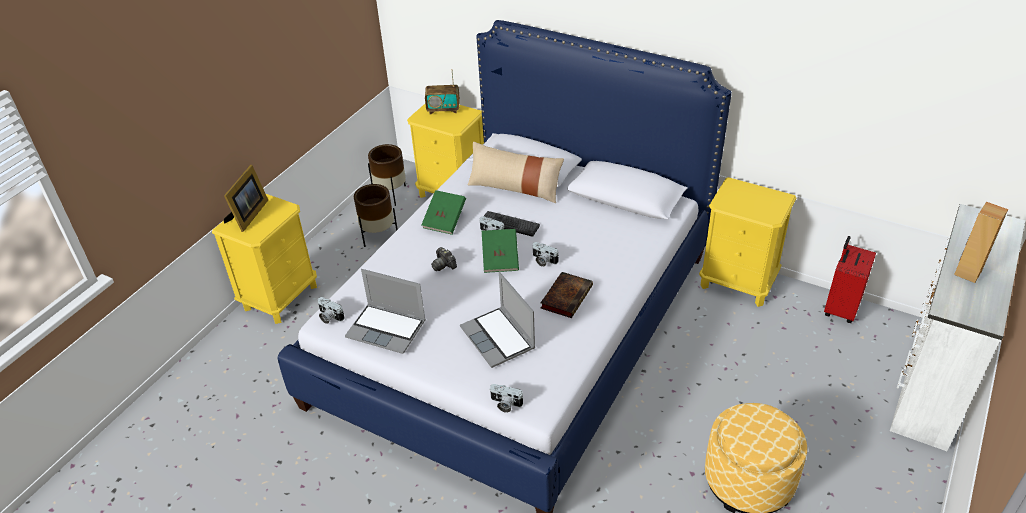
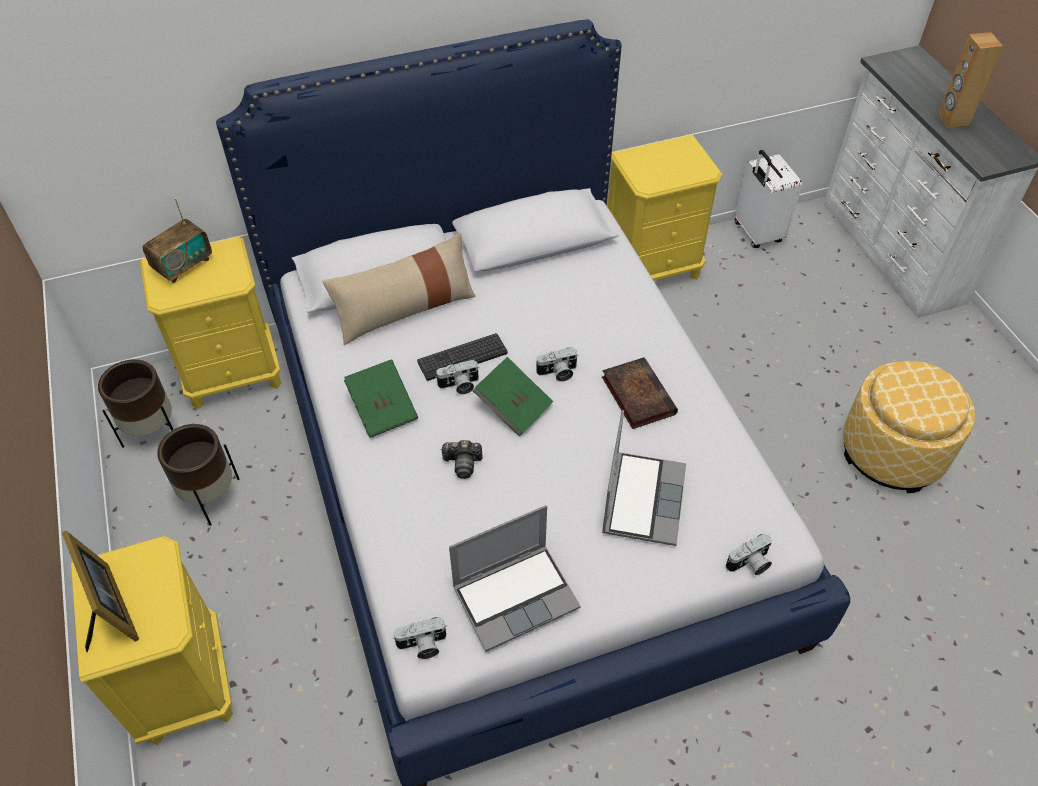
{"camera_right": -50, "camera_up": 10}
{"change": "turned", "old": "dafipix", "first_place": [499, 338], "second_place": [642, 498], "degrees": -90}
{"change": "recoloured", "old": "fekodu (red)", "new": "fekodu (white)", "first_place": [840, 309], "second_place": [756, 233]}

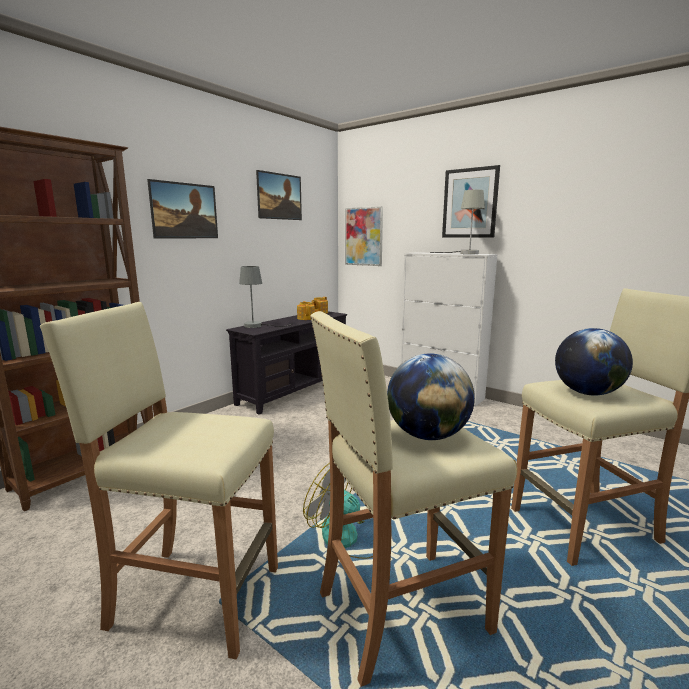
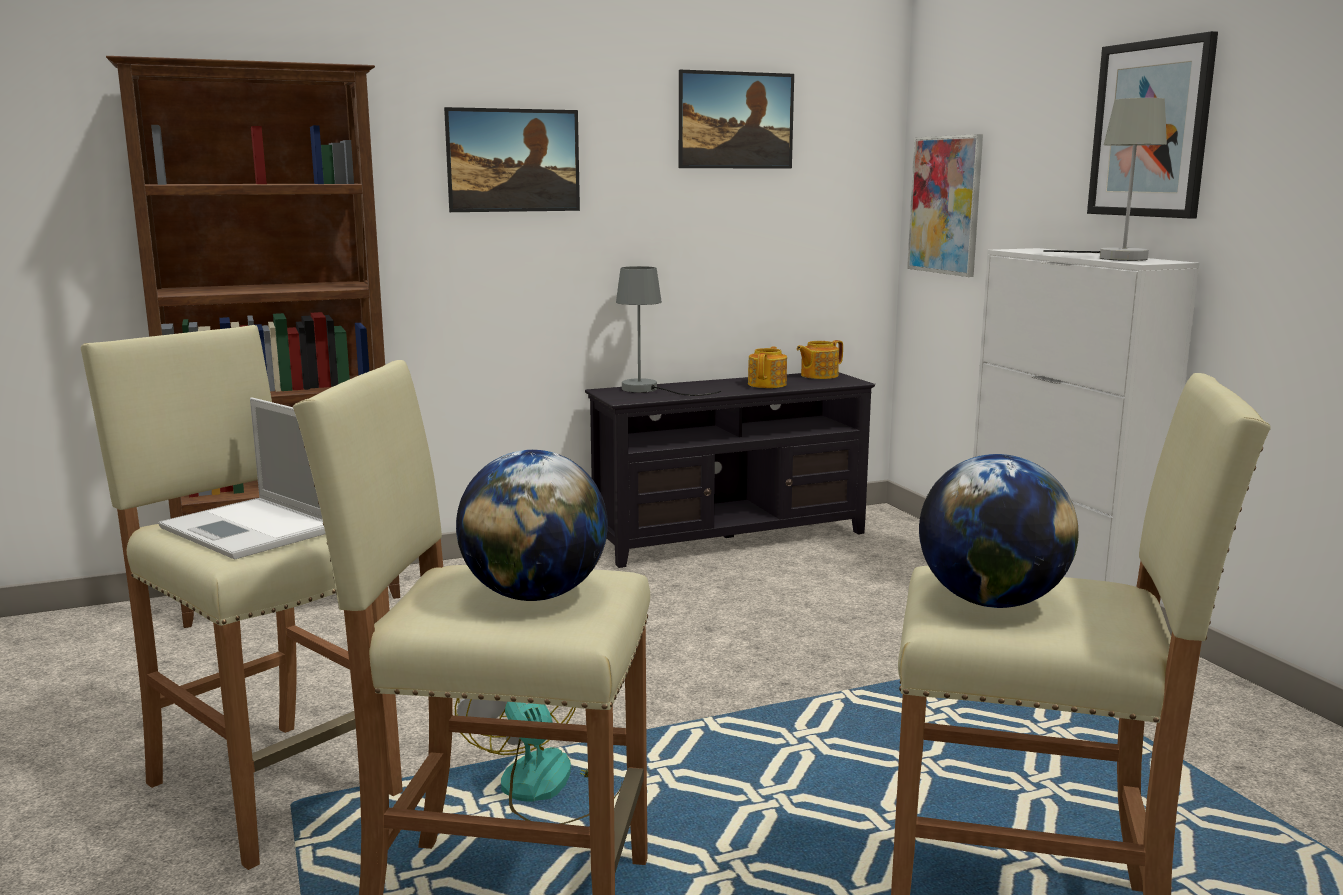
{"camera_right": 30, "camera_up": 0}
{"change": "added", "new": "dafipix", "second_place": [253, 529]}

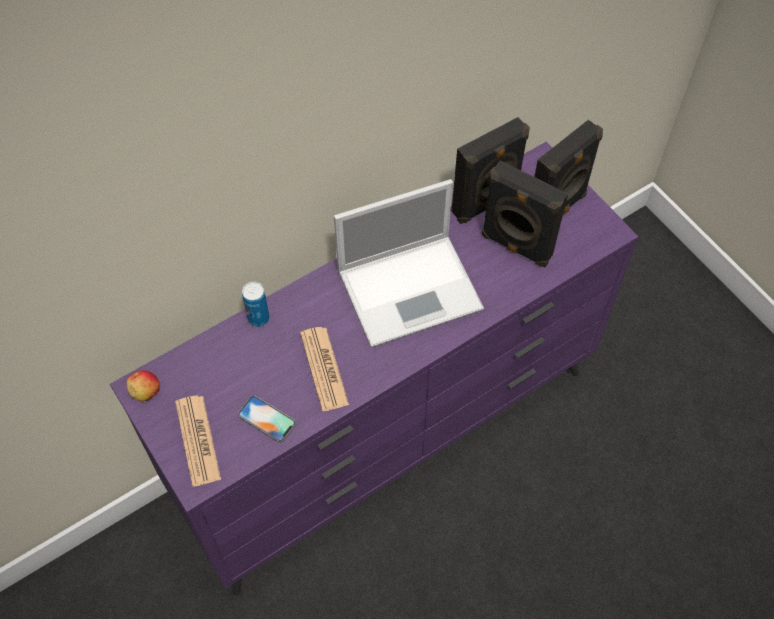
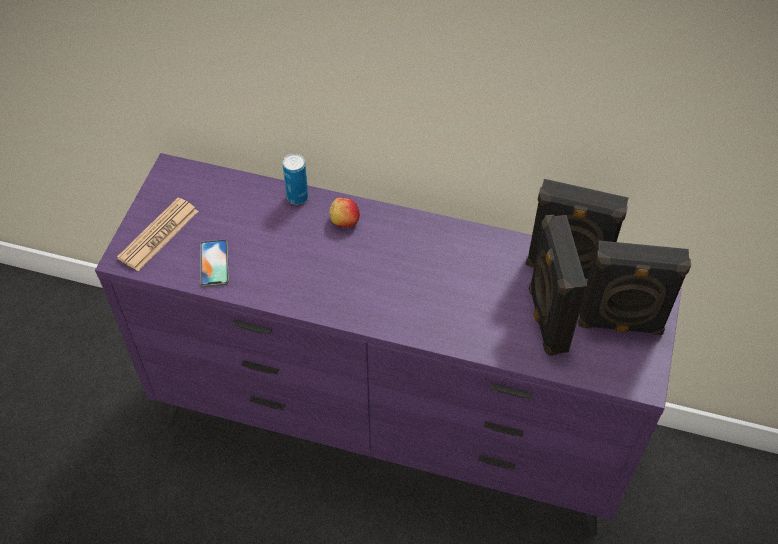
{"camera_right": 50, "camera_up": -5}
{"change": "moved", "old": "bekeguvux", "first_place": [145, 391], "second_place": [344, 220]}
{"change": "removed", "old": "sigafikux", "first_place": [324, 369]}
{"change": "removed", "old": "dafipix", "first_place": [412, 288]}

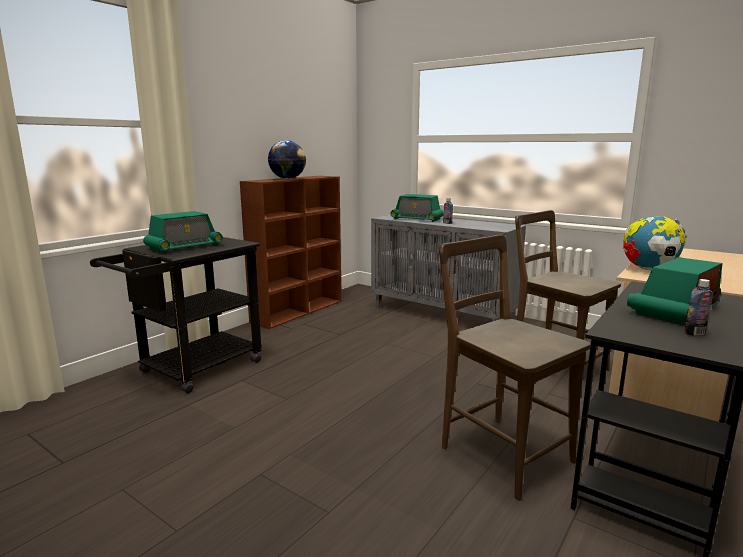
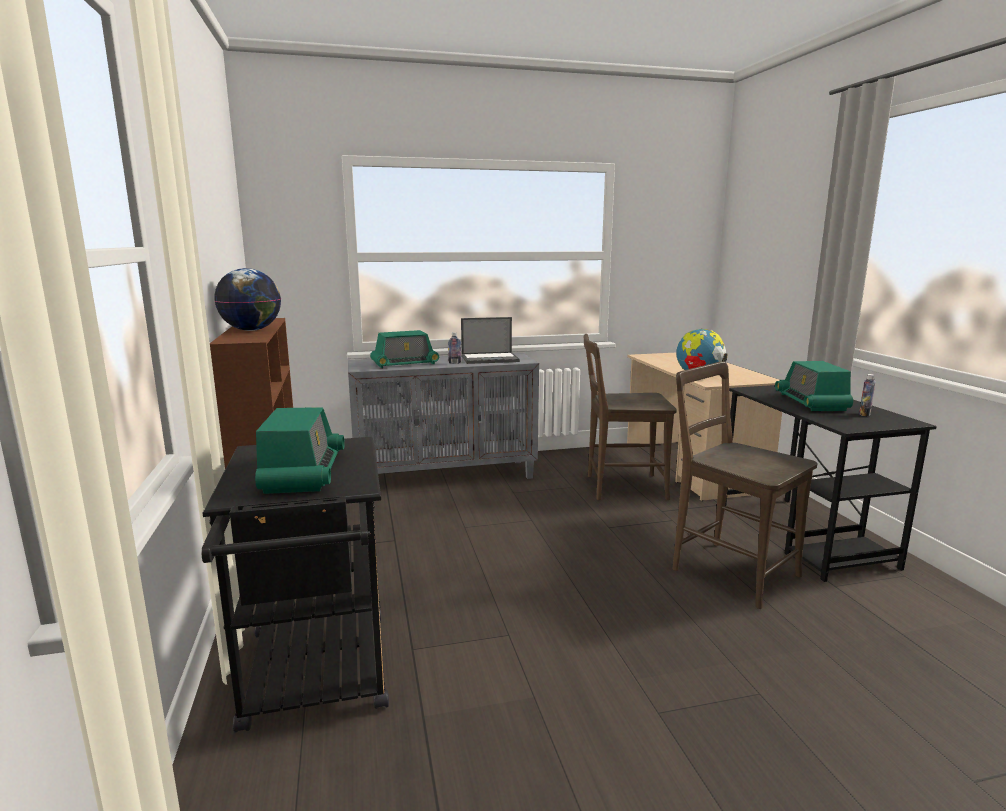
{"camera_right": -50, "camera_up": 0}
{"change": "added", "new": "dafipix", "second_place": [490, 358]}
{"change": "turned", "old": "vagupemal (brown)", "first_place": [500, 451], "second_place": [729, 570], "degrees": 45}

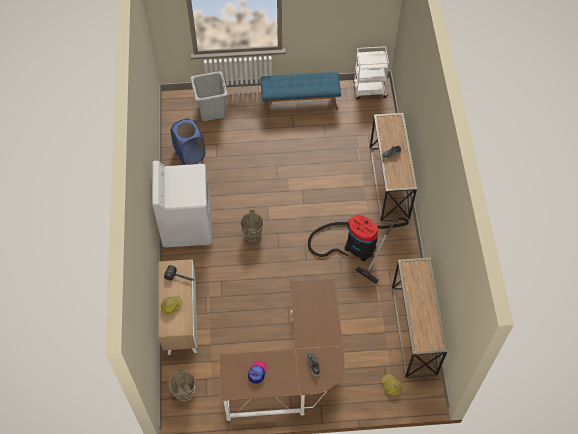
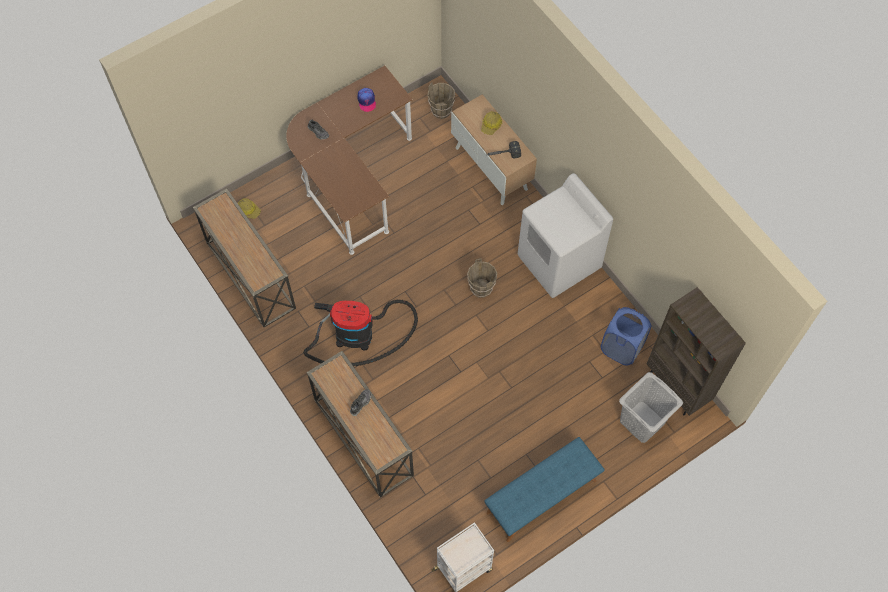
{"camera_right": 150, "camera_up": 5}
{"change": "added", "new": "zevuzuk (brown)", "second_place": [677, 387]}

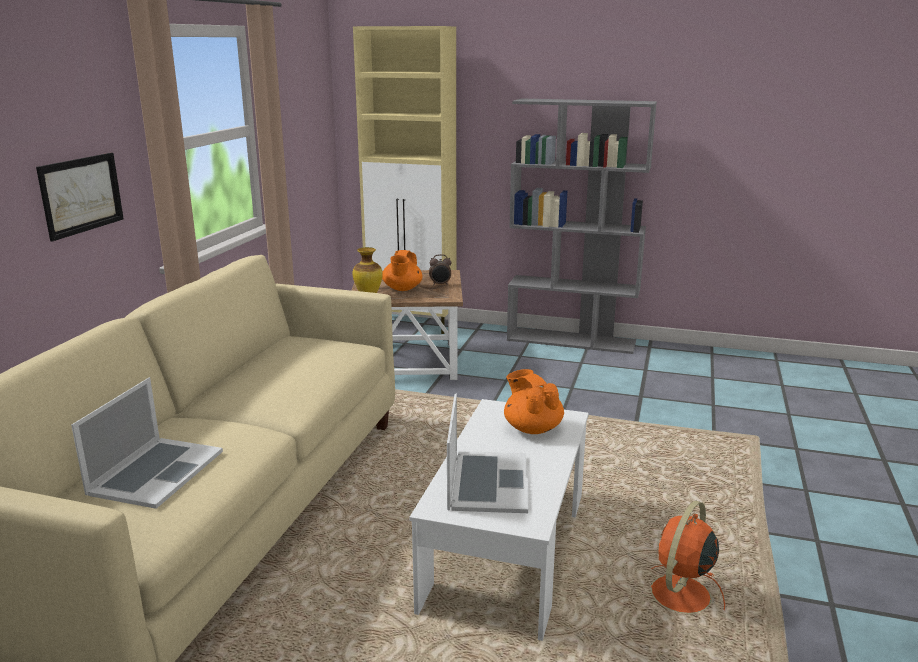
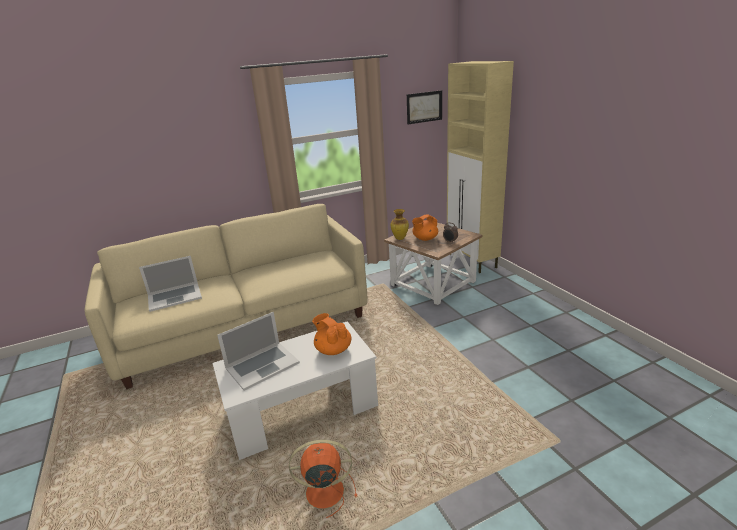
{"camera_right": 50, "camera_up": 5}
{"change": "turned", "old": "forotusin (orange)", "first_place": [532, 428], "second_place": [333, 349], "degrees": -60}
{"change": "moved", "old": "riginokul", "first_place": [81, 195], "second_place": [424, 107]}
{"change": "removed", "old": "zevuzuk (grey)", "first_place": [572, 340]}

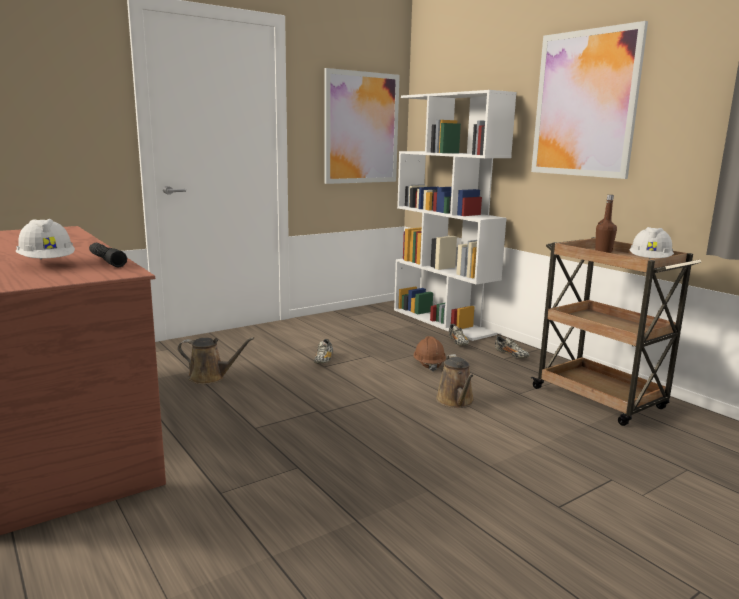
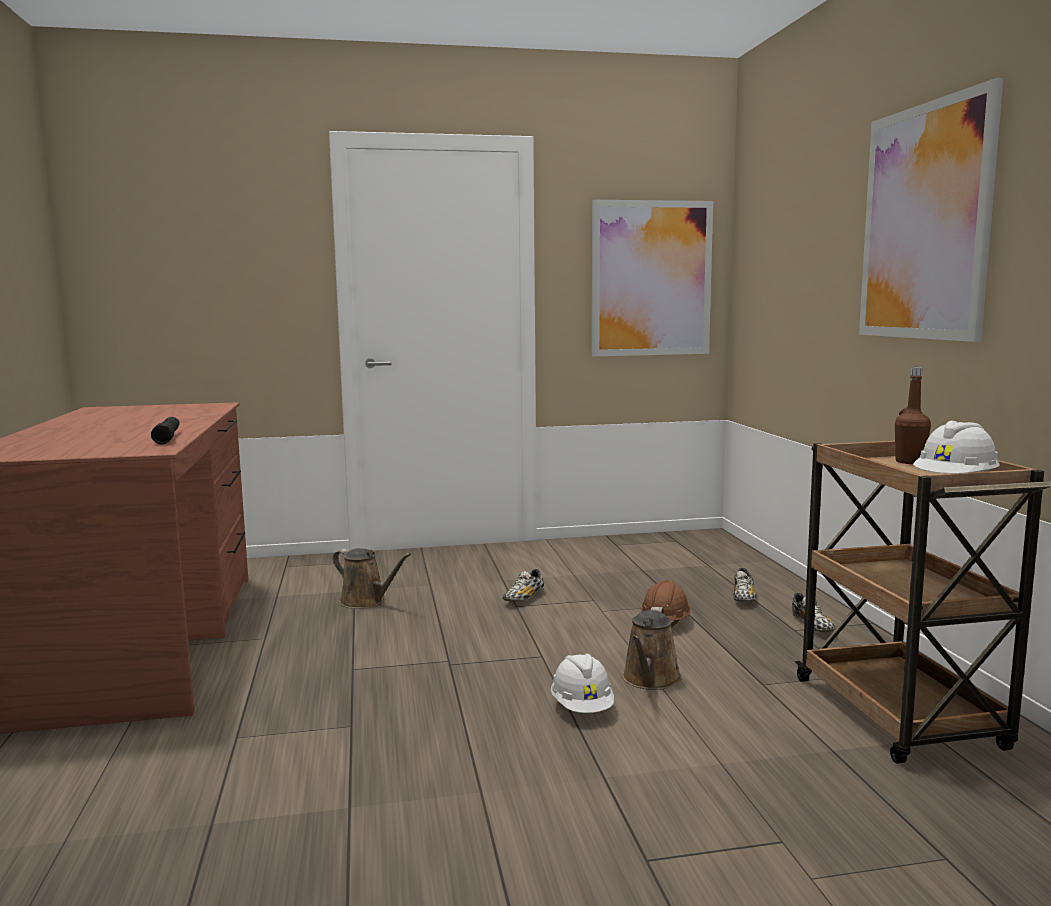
{"camera_right": 25, "camera_up": -5}
{"change": "moved", "old": "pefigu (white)", "first_place": [48, 264], "second_place": [582, 707]}
{"change": "removed", "old": "zevuzuk (white)", "first_place": [443, 321]}

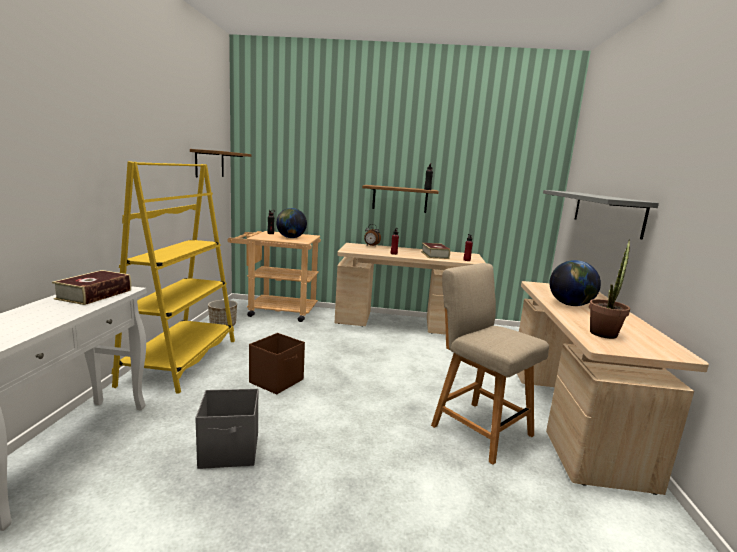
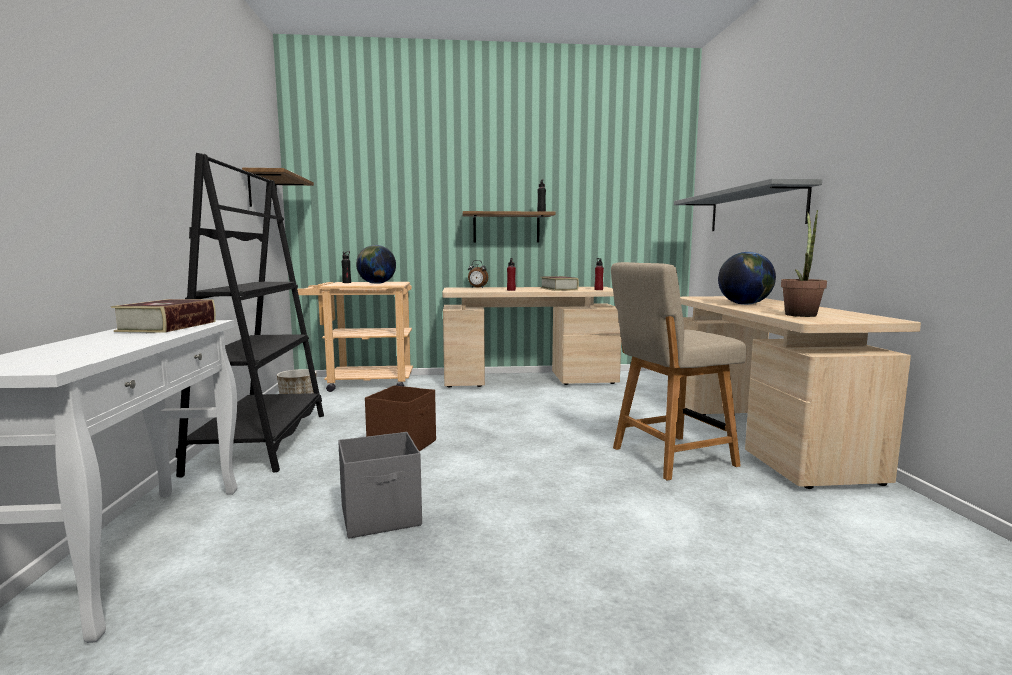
{"camera_right": -10, "camera_up": -5}
{"change": "recoloured", "old": "zevuzuk (yellow)", "new": "zevuzuk (black)", "first_place": [181, 361], "second_place": [262, 442]}
{"change": "turned", "old": "vagupemal (beige)", "first_place": [477, 428], "second_place": [668, 457], "degrees": -60}

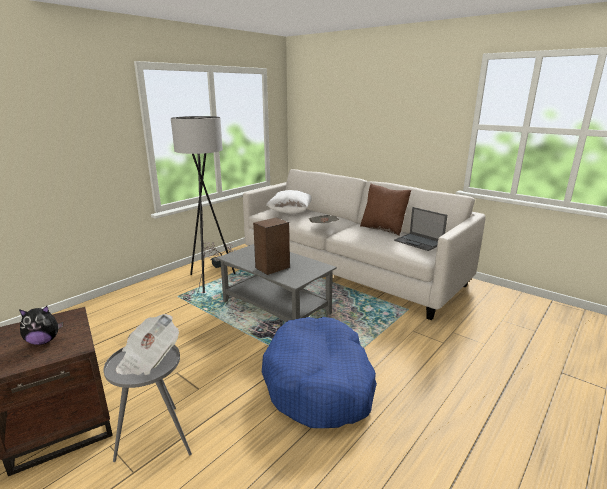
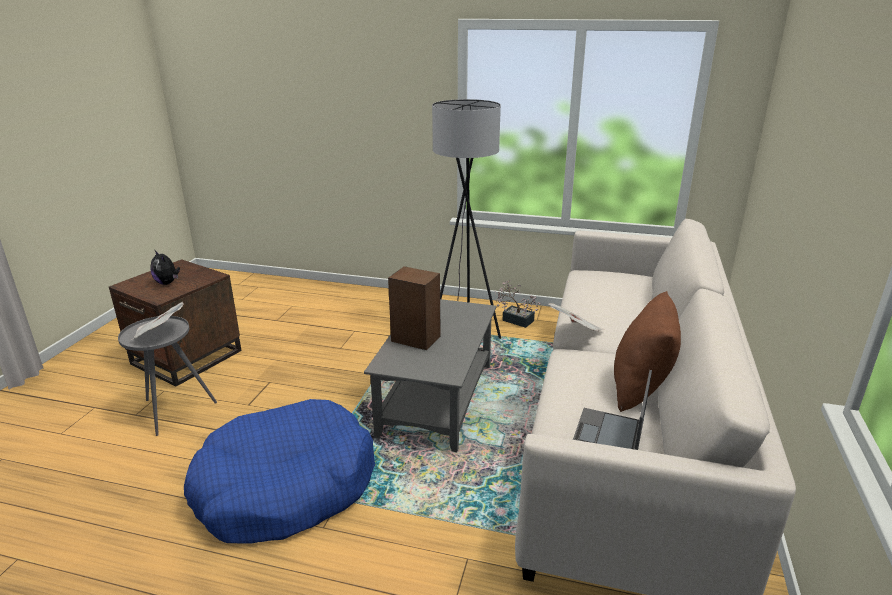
{"camera_right": 65, "camera_up": 5}
{"change": "removed", "old": "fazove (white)", "first_place": [290, 212]}

